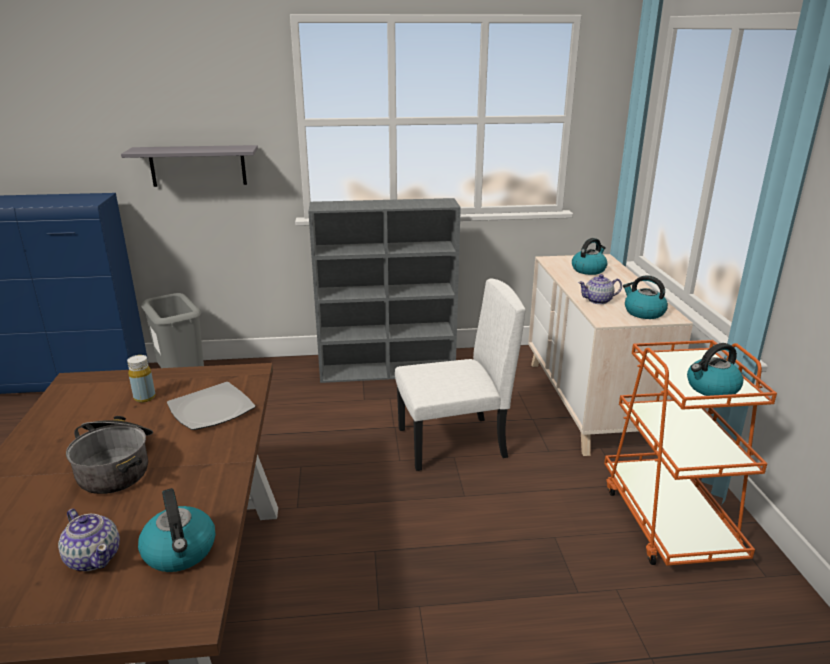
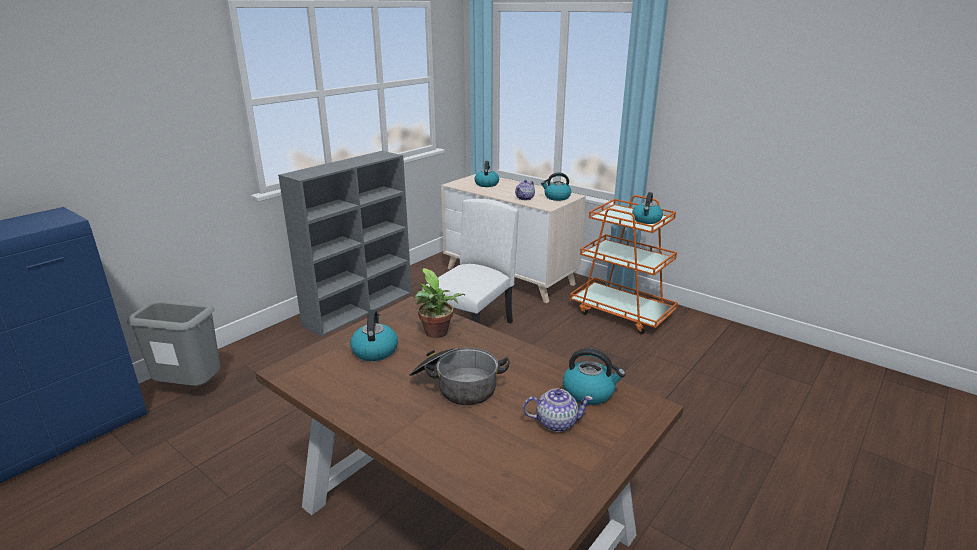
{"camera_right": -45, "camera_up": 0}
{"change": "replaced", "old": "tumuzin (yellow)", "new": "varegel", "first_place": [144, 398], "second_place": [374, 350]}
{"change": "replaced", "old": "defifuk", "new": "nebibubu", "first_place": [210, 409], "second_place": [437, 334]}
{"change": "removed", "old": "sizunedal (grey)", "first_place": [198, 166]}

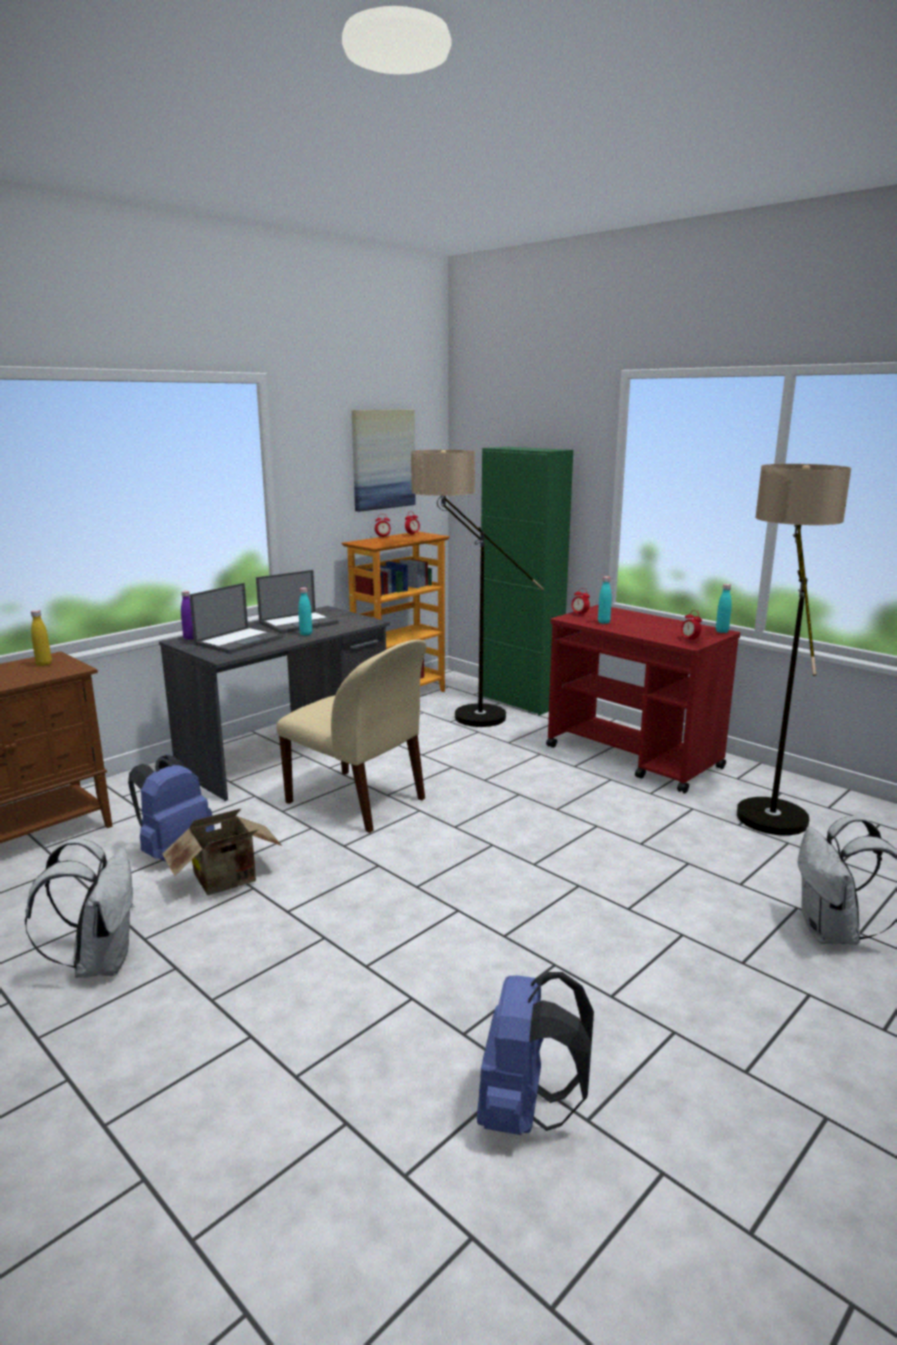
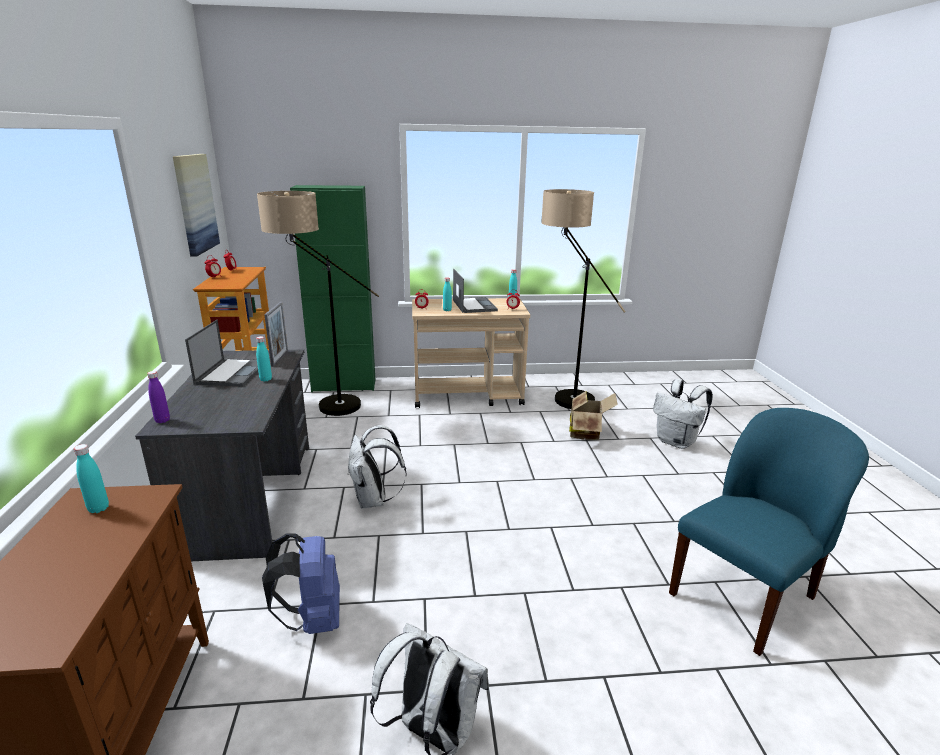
{"camera_right": -50, "camera_up": 5}
{"change": "recoloured", "old": "tumuzin (yellow)", "new": "tumuzin (turquoise)", "first_place": [44, 664], "second_place": [98, 508]}
{"change": "added", "new": "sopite", "second_place": [280, 358]}
{"change": "replaced", "old": "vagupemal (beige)", "new": "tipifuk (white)", "first_place": [358, 802], "second_place": [374, 500]}
{"change": "recoloured", "old": "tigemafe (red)", "new": "tigemafe (beige)", "first_place": [634, 757], "second_place": [468, 395]}
{"change": "moved", "old": "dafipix", "first_place": [239, 641], "second_place": [474, 305]}
{"change": "moved", "old": "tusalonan", "first_place": [228, 881], "second_place": [587, 432]}
{"change": "replaced", "old": "tipifuk (blue)", "new": "vagupemal (blue)", "first_place": [525, 1111], "second_place": [744, 595]}

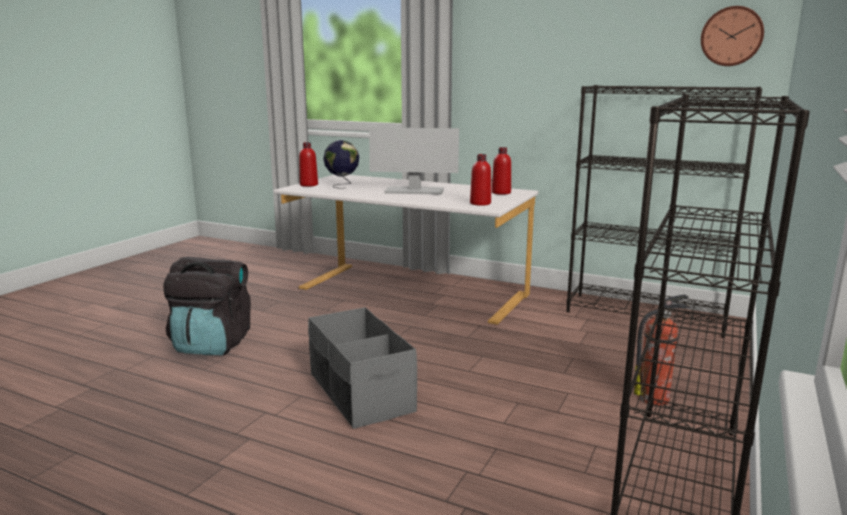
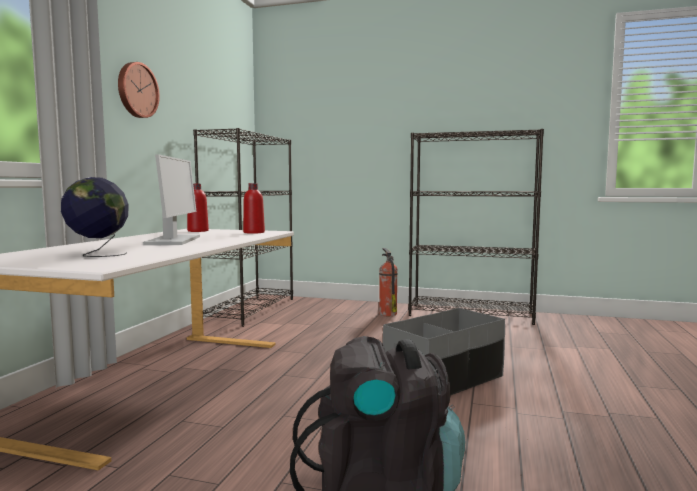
{"camera_right": -100, "camera_up": -10}
{"change": "moved", "old": "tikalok", "first_place": [731, 36], "second_place": [136, 90]}
{"change": "removed", "old": "tumuzin (red)", "first_place": [309, 185]}

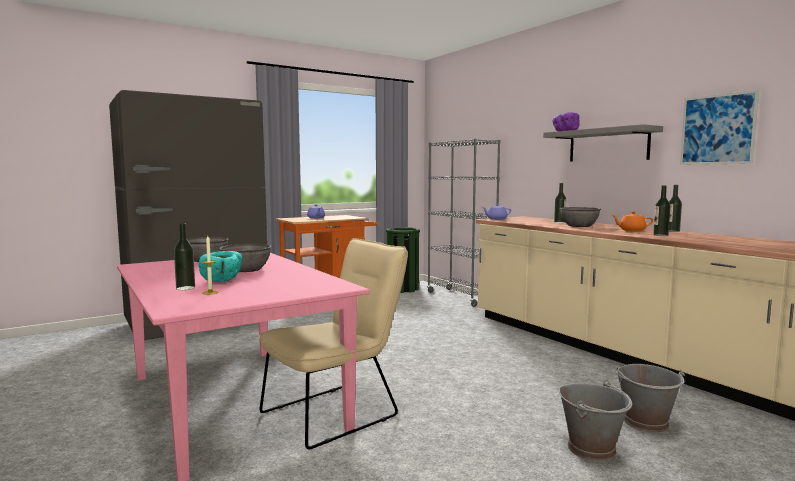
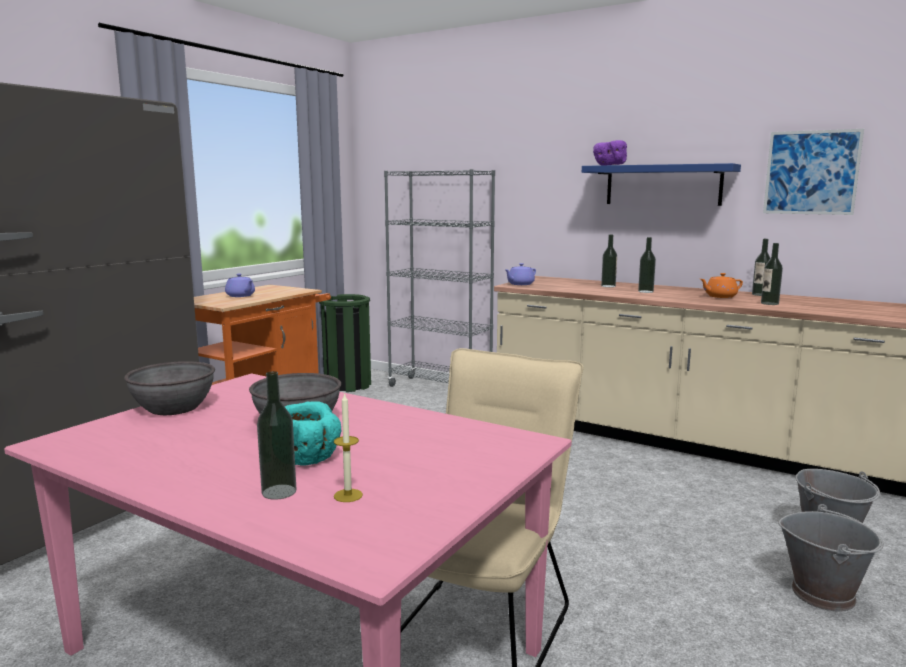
{"camera_right": -25, "camera_up": 5}
{"change": "recoloured", "old": "sizunedal (grey)", "new": "sizunedal (blue)", "first_place": [608, 145], "second_place": [663, 185]}
{"change": "replaced", "old": "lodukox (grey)", "new": "tumuzin", "first_place": [579, 226], "second_place": [645, 291]}

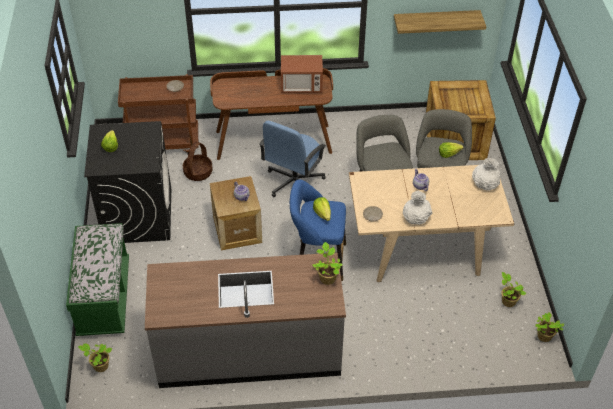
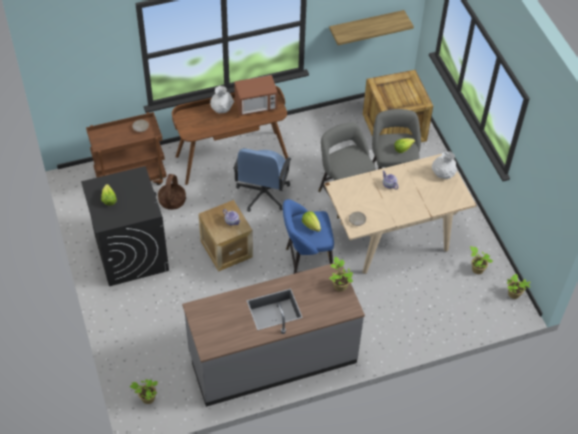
{"camera_right": -15, "camera_up": 5}
{"change": "moved", "old": "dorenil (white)", "first_place": [416, 218], "second_place": [222, 108]}
{"change": "removed", "old": "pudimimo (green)", "first_place": [104, 298]}

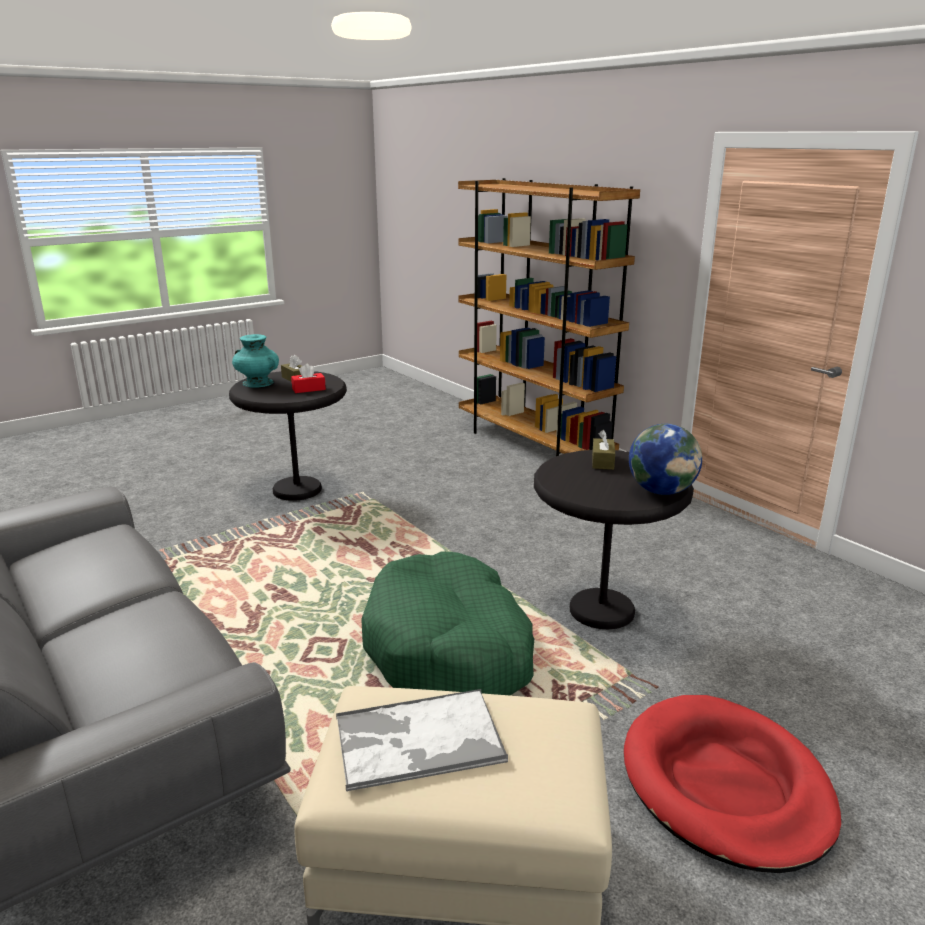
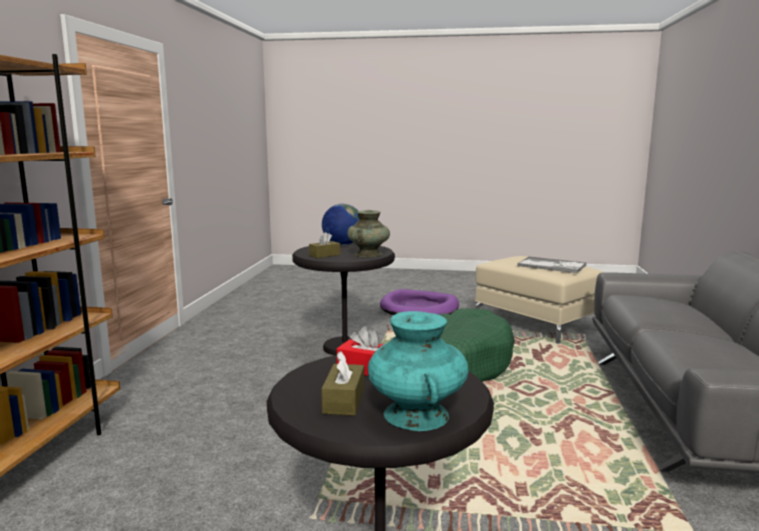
{"camera_right": -135, "camera_up": -10}
{"change": "added", "new": "dorenil (turquoise)", "second_place": [368, 254]}
{"change": "recoloured", "old": "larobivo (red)", "new": "larobivo (purple)", "first_place": [725, 786], "second_place": [419, 308]}

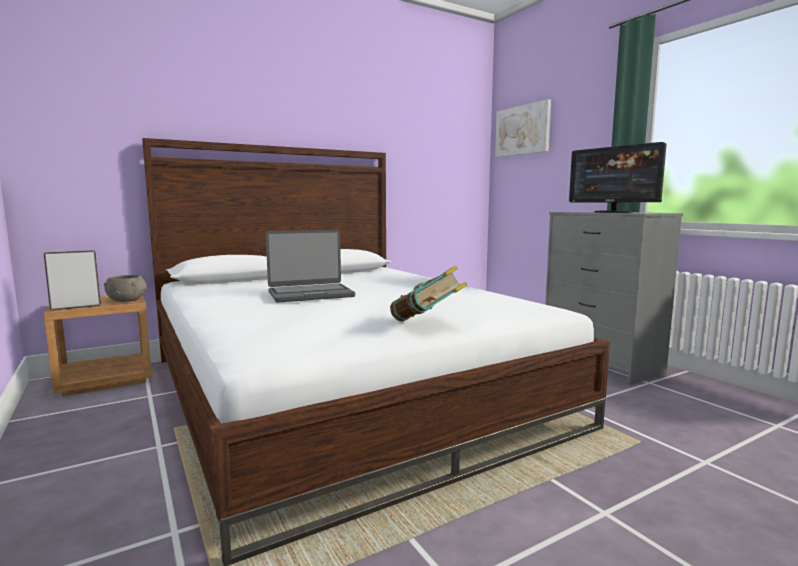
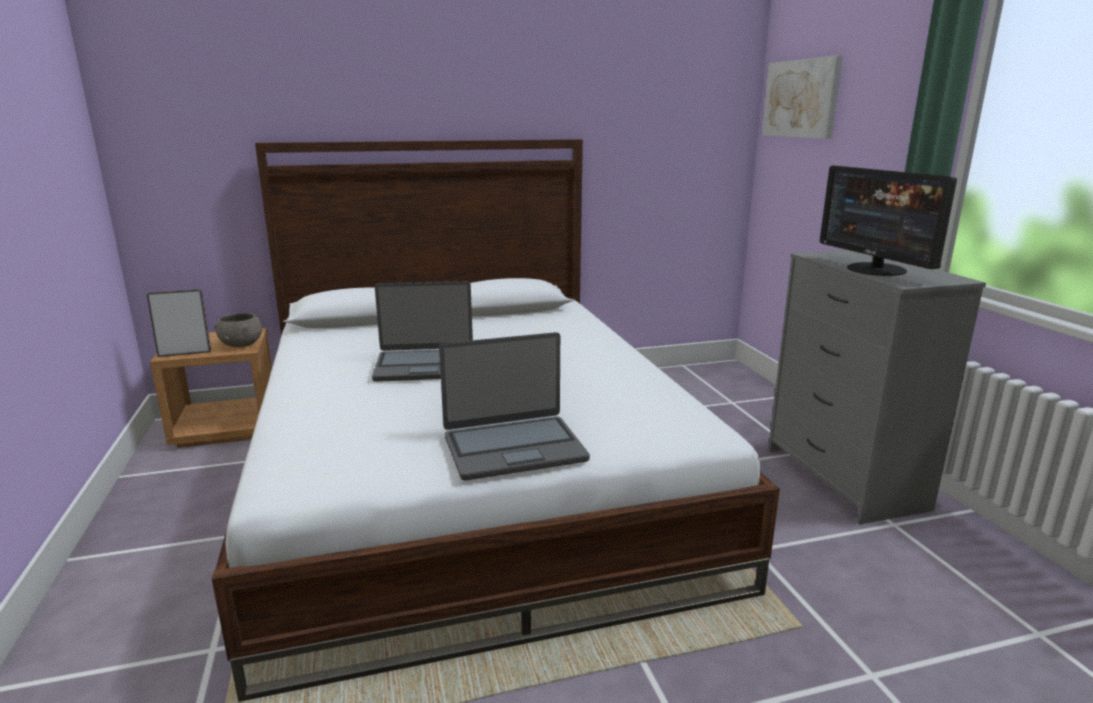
{"camera_right": 15, "camera_up": 10}
{"change": "replaced", "old": "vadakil", "new": "dafipix", "first_place": [427, 323], "second_place": [513, 448]}

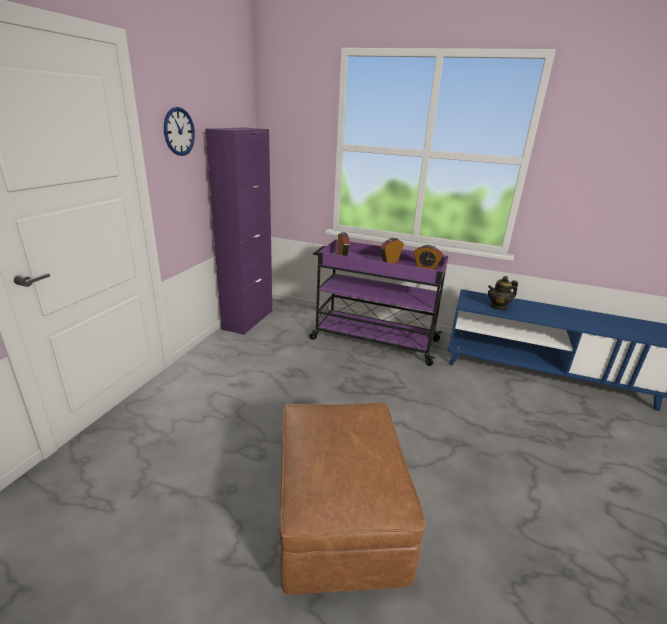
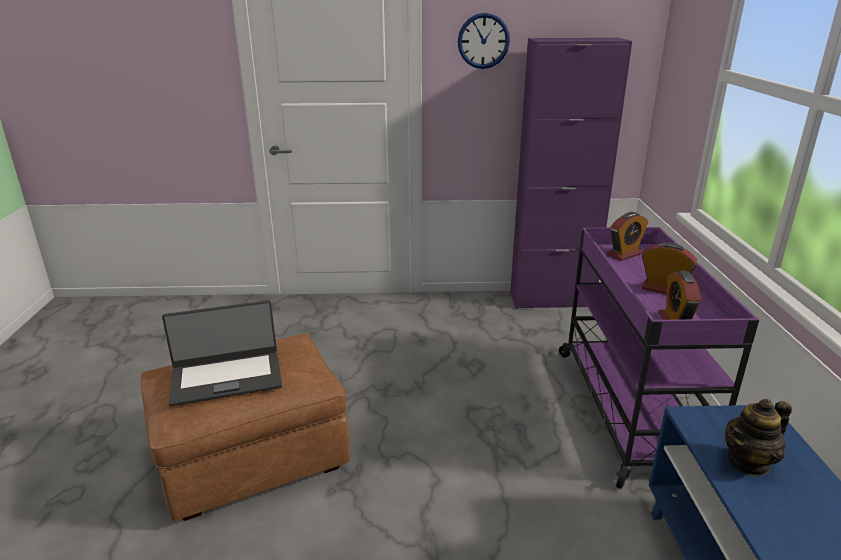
{"camera_right": 70, "camera_up": 0}
{"change": "added", "new": "dafipix", "second_place": [226, 377]}
{"change": "turned", "old": "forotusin", "first_place": [498, 307], "second_place": [748, 462], "degrees": -75}

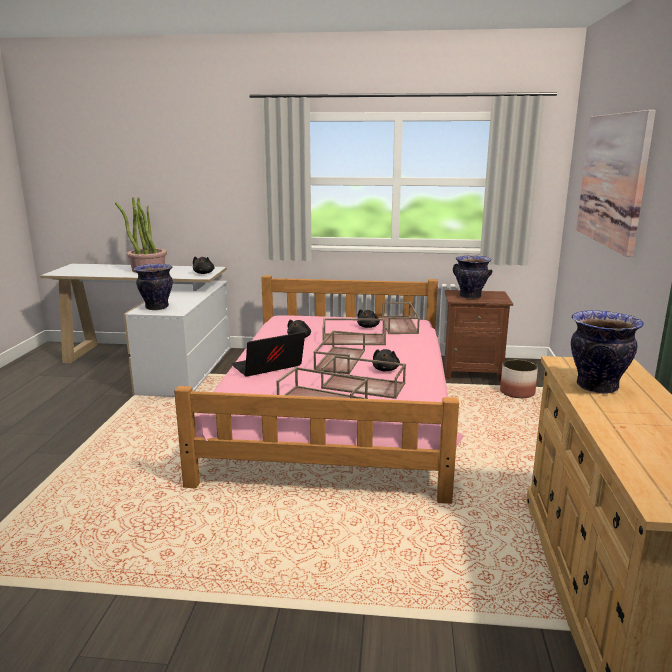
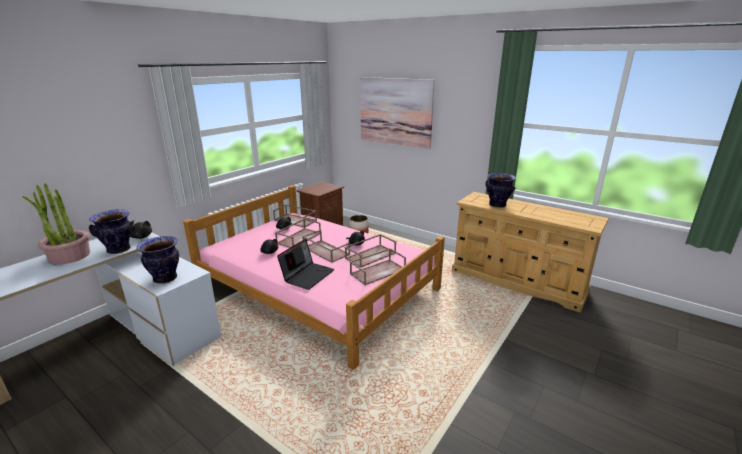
{"camera_right": -60, "camera_up": 5}
{"change": "moved", "old": "dorenil", "first_place": [470, 296], "second_place": [119, 250]}
{"change": "turned", "old": "dafipix", "first_place": [267, 368], "second_place": [307, 275], "degrees": -150}

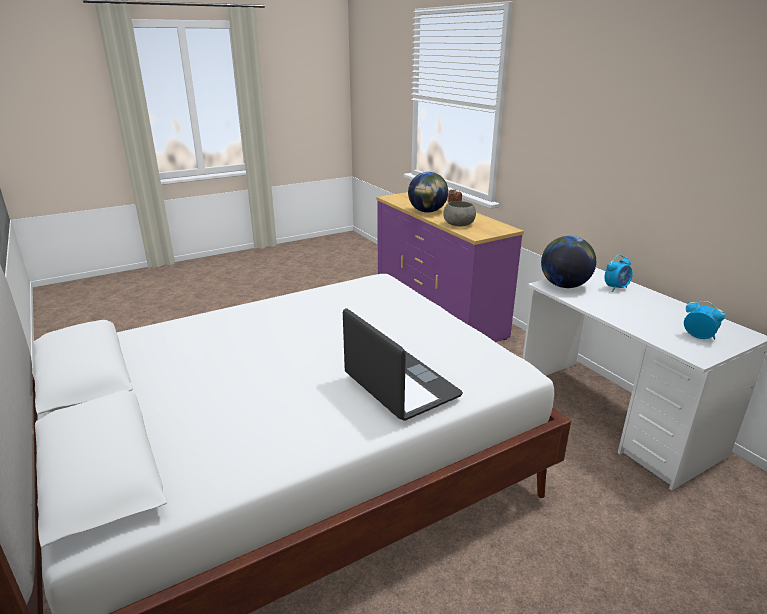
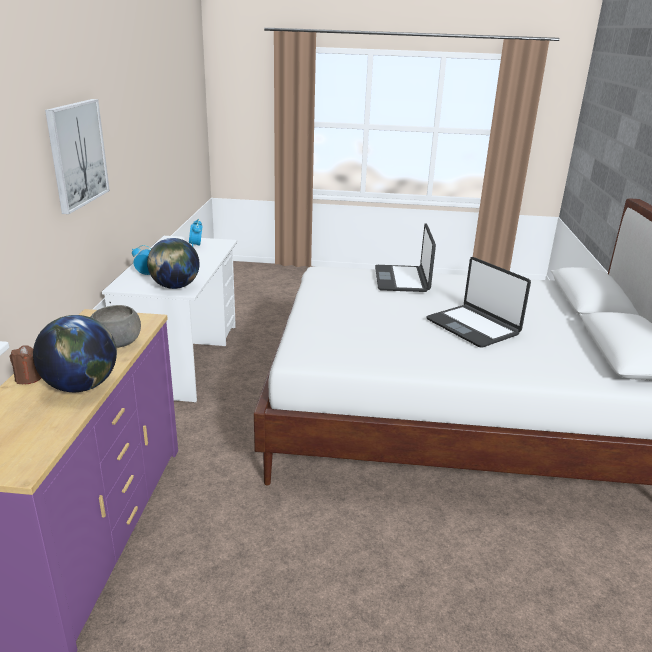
{"camera_right": -145, "camera_up": 0}
{"change": "added", "new": "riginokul", "second_place": [77, 154]}
{"change": "added", "new": "dafipix", "second_place": [473, 327]}

